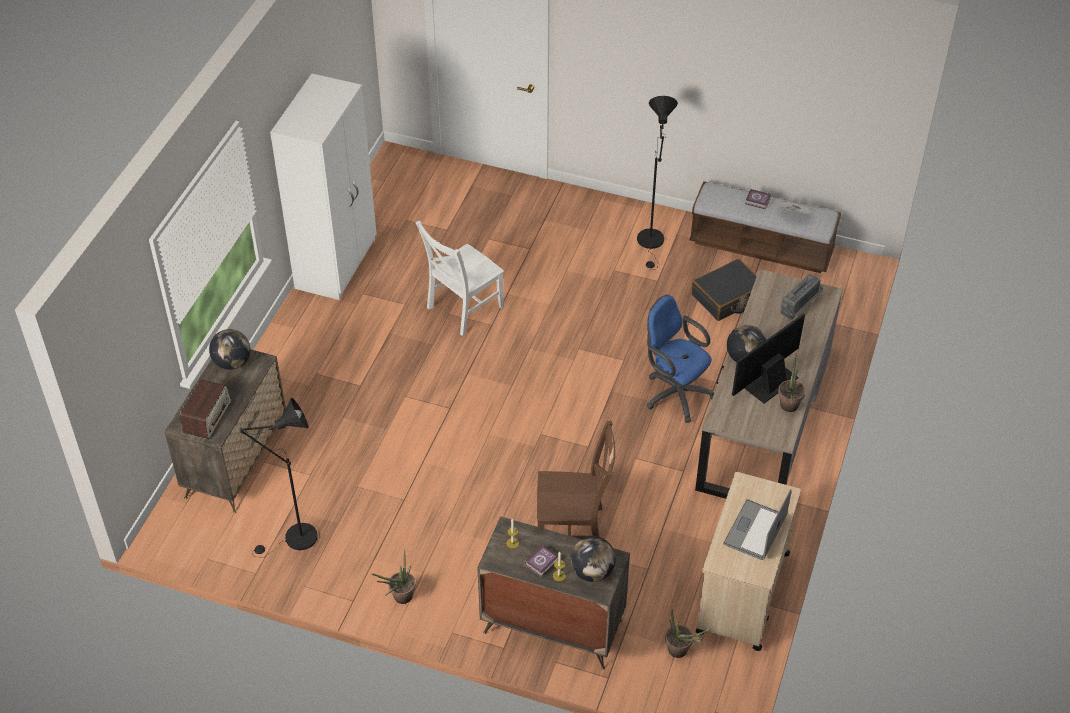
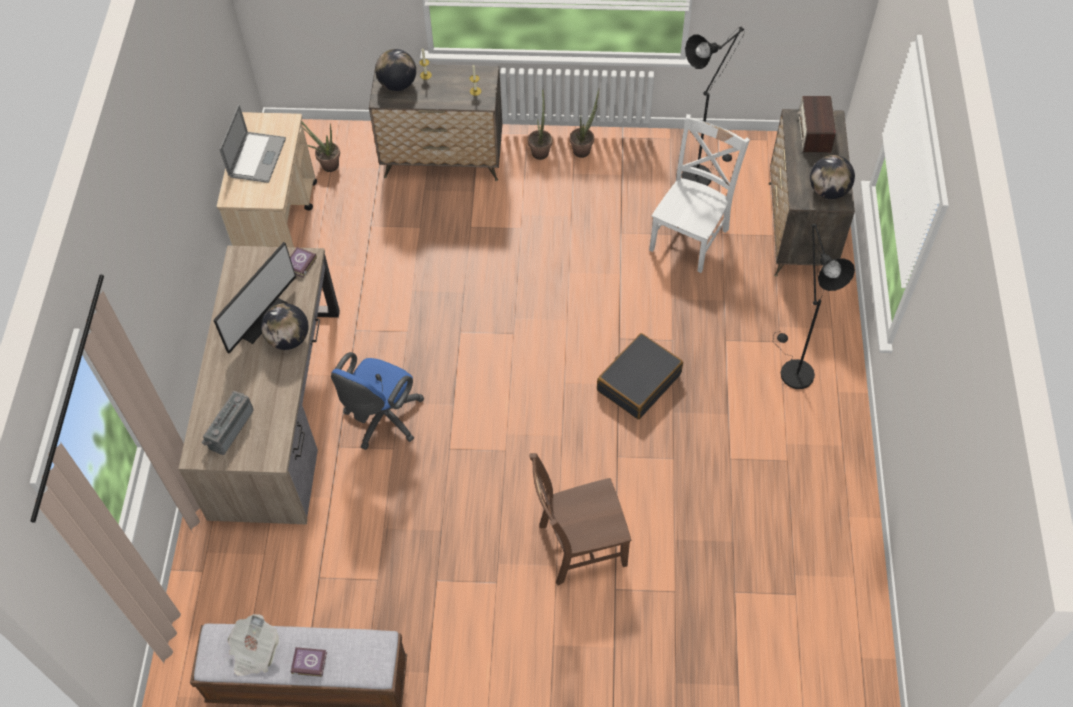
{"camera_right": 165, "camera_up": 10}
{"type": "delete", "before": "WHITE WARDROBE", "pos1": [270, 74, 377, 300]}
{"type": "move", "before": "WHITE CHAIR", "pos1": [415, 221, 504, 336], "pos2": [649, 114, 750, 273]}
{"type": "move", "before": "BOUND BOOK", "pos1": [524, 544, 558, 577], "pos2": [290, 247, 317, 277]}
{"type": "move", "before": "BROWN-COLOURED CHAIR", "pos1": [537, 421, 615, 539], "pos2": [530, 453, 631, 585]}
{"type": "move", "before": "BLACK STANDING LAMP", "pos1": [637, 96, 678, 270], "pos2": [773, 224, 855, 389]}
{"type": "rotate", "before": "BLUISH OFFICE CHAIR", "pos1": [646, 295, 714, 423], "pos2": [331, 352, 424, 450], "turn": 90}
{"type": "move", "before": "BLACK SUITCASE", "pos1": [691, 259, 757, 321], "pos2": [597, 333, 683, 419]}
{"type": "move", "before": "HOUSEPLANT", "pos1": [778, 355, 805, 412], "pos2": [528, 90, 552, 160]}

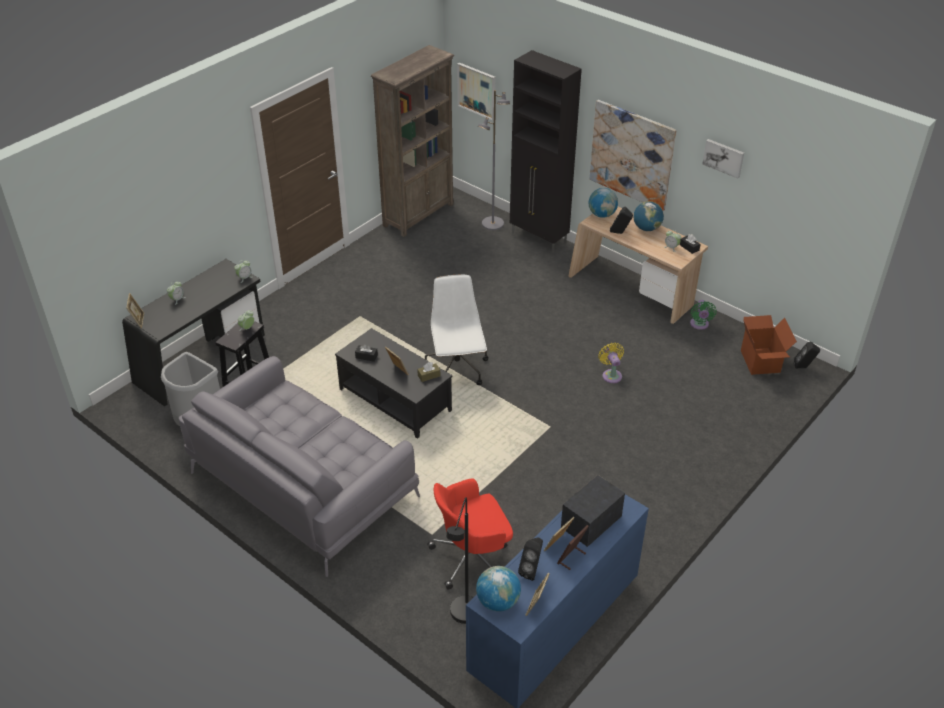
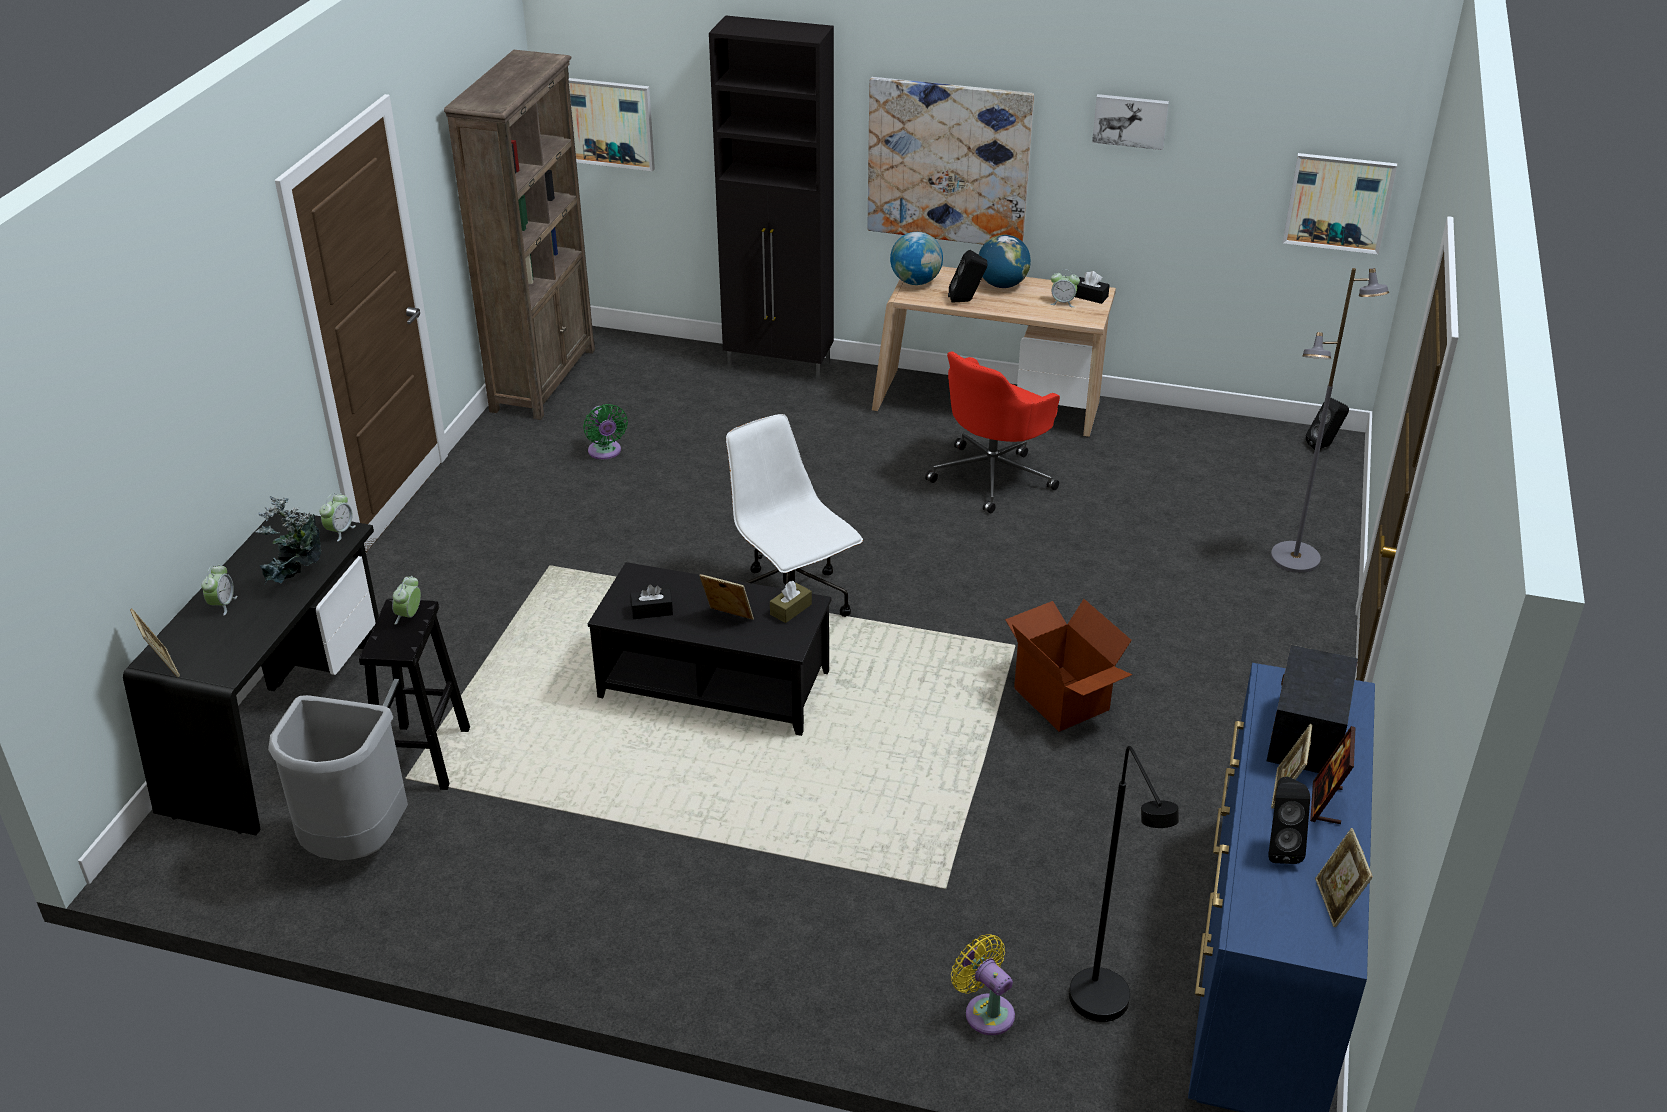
{"camera_right": -25, "camera_up": -5}
{"type": "delete", "before": "GRAY SETTEE", "pos1": [179, 356, 420, 577]}
{"type": "move", "before": "RED-COLOURED OFFICE CHAIR", "pos1": [428, 479, 513, 590], "pos2": [925, 352, 1060, 513]}
{"type": "delete", "before": "WORLD GLOBE", "pos1": [476, 566, 521, 612]}
{"type": "move", "before": "GRAY STANDING LAMP", "pos1": [478, 90, 510, 230], "pos2": [1271, 268, 1389, 573]}
{"type": "move", "before": "YELLOWISH FAN", "pos1": [598, 343, 624, 383], "pos2": [951, 934, 1015, 1035]}
{"type": "move", "before": "GREENISH FAN", "pos1": [690, 300, 716, 330], "pos2": [583, 404, 628, 459]}
{"type": "move", "before": "CARTON", "pos1": [741, 315, 797, 375], "pos2": [1005, 599, 1132, 732]}
{"type": "insert", "after": "HOUSEPLANT", "pos2": [255, 496, 321, 586]}
{"type": "insert", "after": "WALL PICTURE", "pos2": [1283, 153, 1397, 254]}

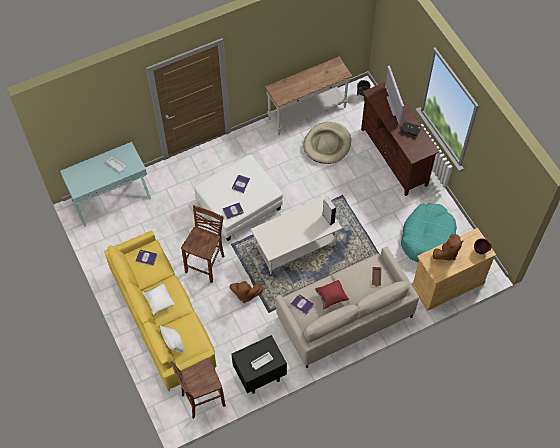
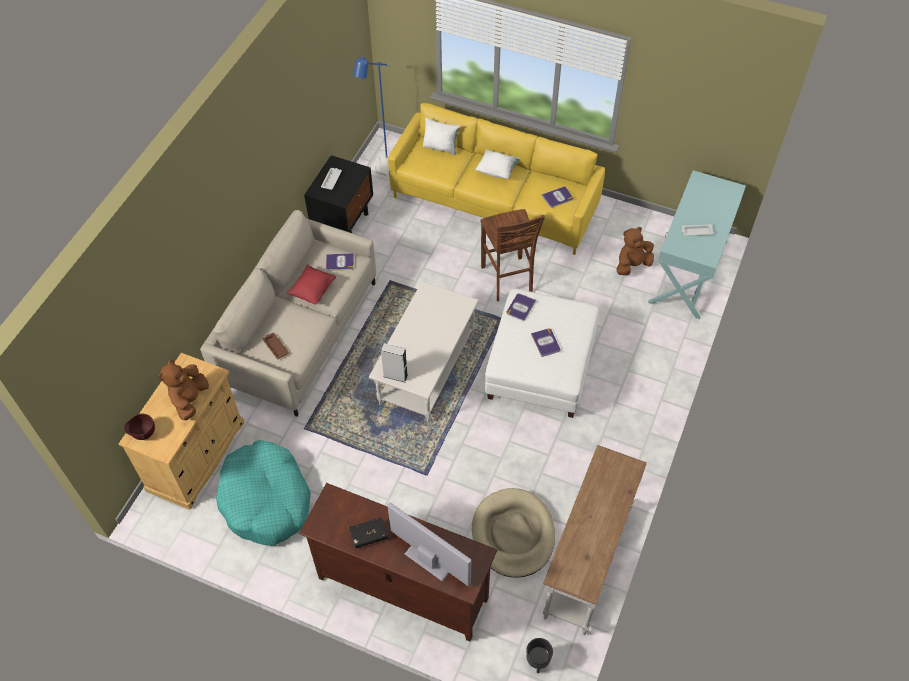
{"camera_right": 140, "camera_up": -5}
{"type": "replace", "before": "BROWN-COLOURED SITTING STOOL", "after": "BLUISH STANDING LAMP", "pos1": [170, 358, 226, 419], "pos2": [353, 55, 390, 176]}
{"type": "move", "before": "BROWN-COLOURED SOFT TOY", "pos1": [229, 281, 264, 303], "pos2": [617, 227, 654, 275]}

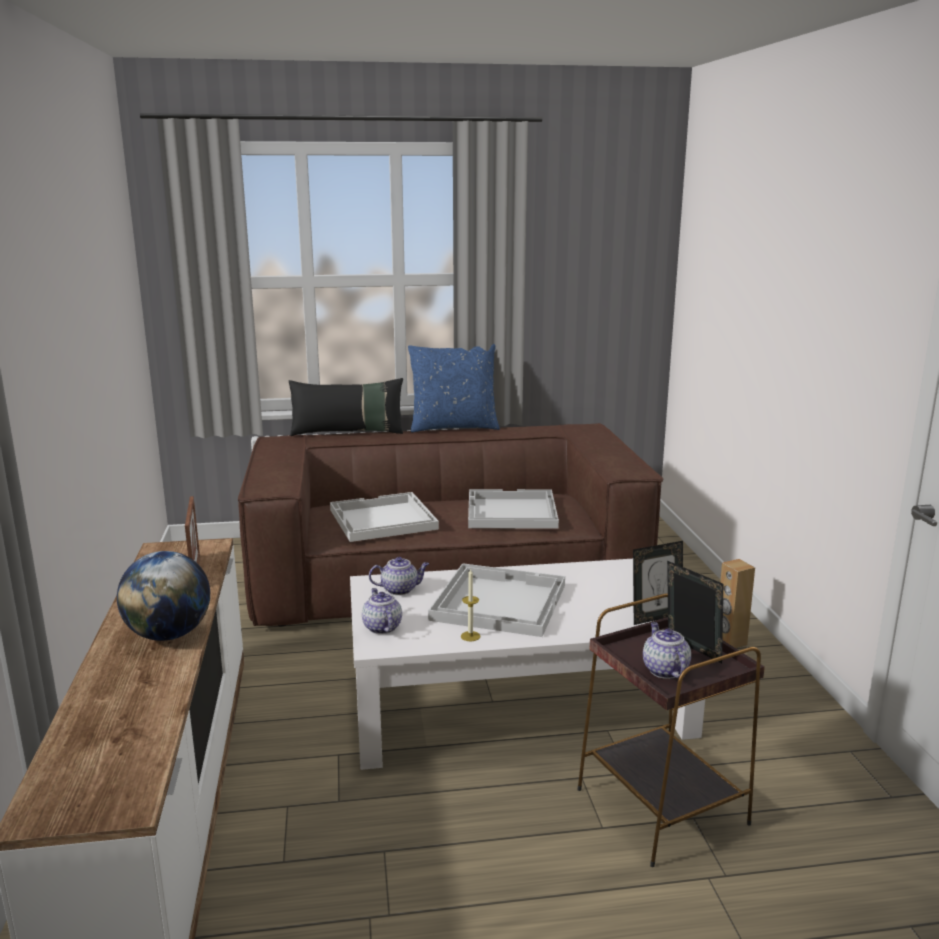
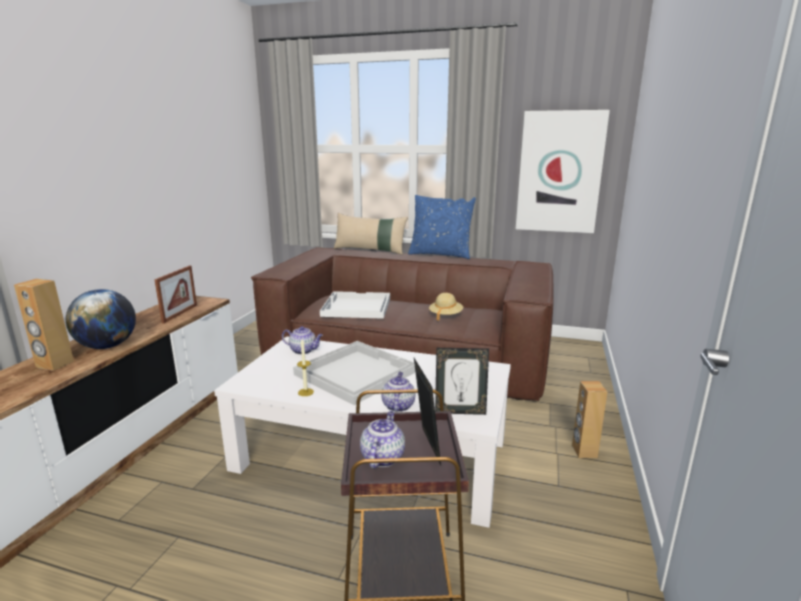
{"camera_right": 25, "camera_up": 0}
{"type": "recolor", "before": "BLACK CUSHION", "after": "BEIGE-COLOURED CUSHION", "pos1": [289, 378, 403, 436], "pos2": [334, 213, 408, 255]}
{"type": "move", "before": "POT FOR TEA", "pos1": [362, 588, 402, 634], "pos2": [381, 372, 415, 412]}
{"type": "replace", "before": "WHITE TRAY", "after": "BEIGE-COLOURED WEARABLE HAT", "pos1": [468, 489, 559, 529], "pos2": [429, 293, 463, 321]}
{"type": "insert", "after": "BROWN-COLOURED LOUDSPEAKER", "pos2": [14, 279, 74, 371]}
{"type": "insert", "after": "WALL PICTURE", "pos2": [515, 110, 610, 233]}

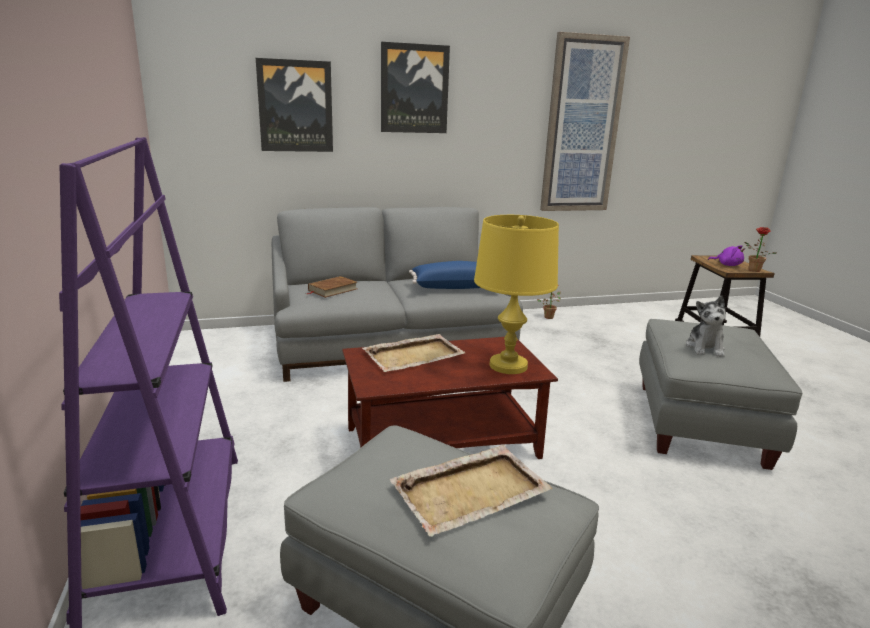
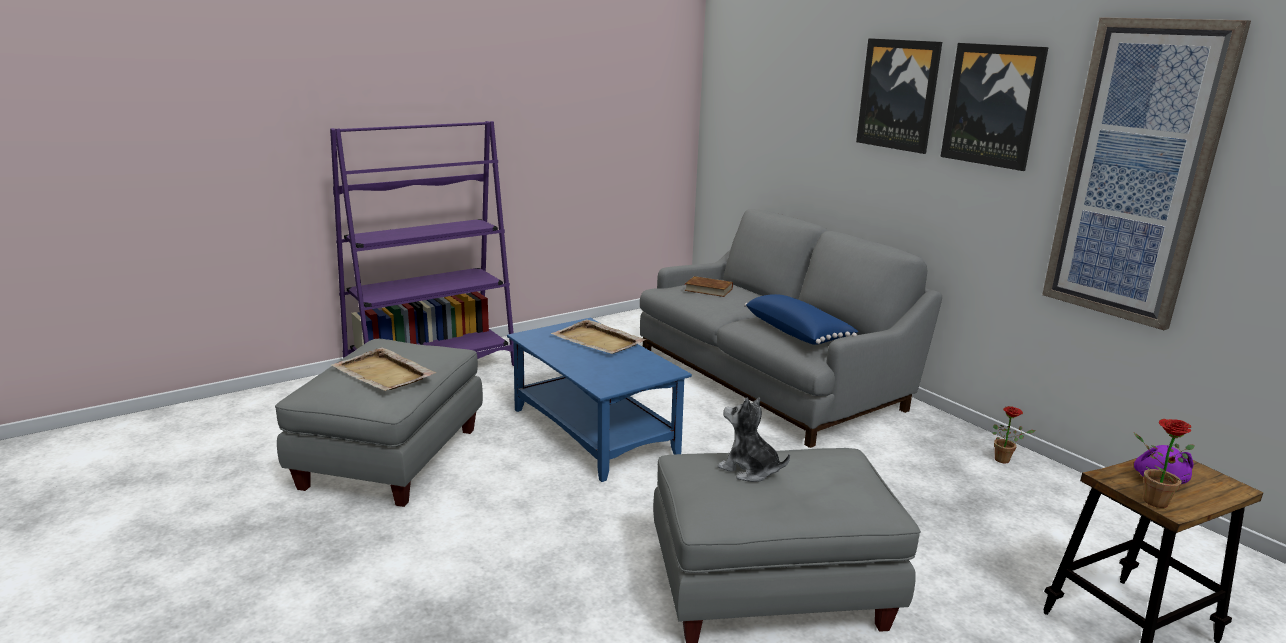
{"camera_right": 70, "camera_up": 0}
{"type": "move", "before": "WALL PICTURE", "pos1": [256, 58, 333, 152], "pos2": [940, 43, 1049, 171]}
{"type": "recolor", "before": "BROWN-COLOURED COFFEE TABLE", "after": "BLUISH COFFEE TABLE", "pos1": [342, 337, 558, 459], "pos2": [507, 318, 692, 482]}
{"type": "delete", "before": "YELLOWISH LAMP FOR A TABLE", "pos1": [474, 215, 559, 374]}
{"type": "rotate", "before": "SOFT TOY", "pos1": [686, 296, 726, 357], "pos2": [718, 397, 790, 482], "turn": 45}

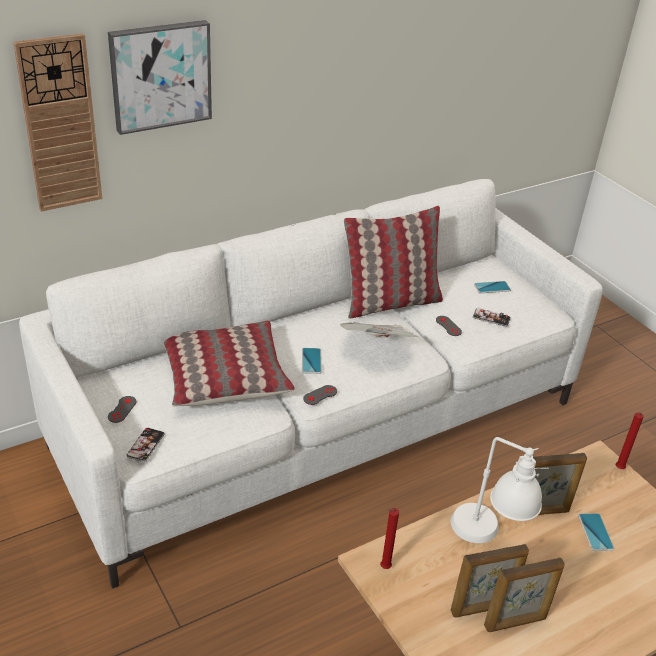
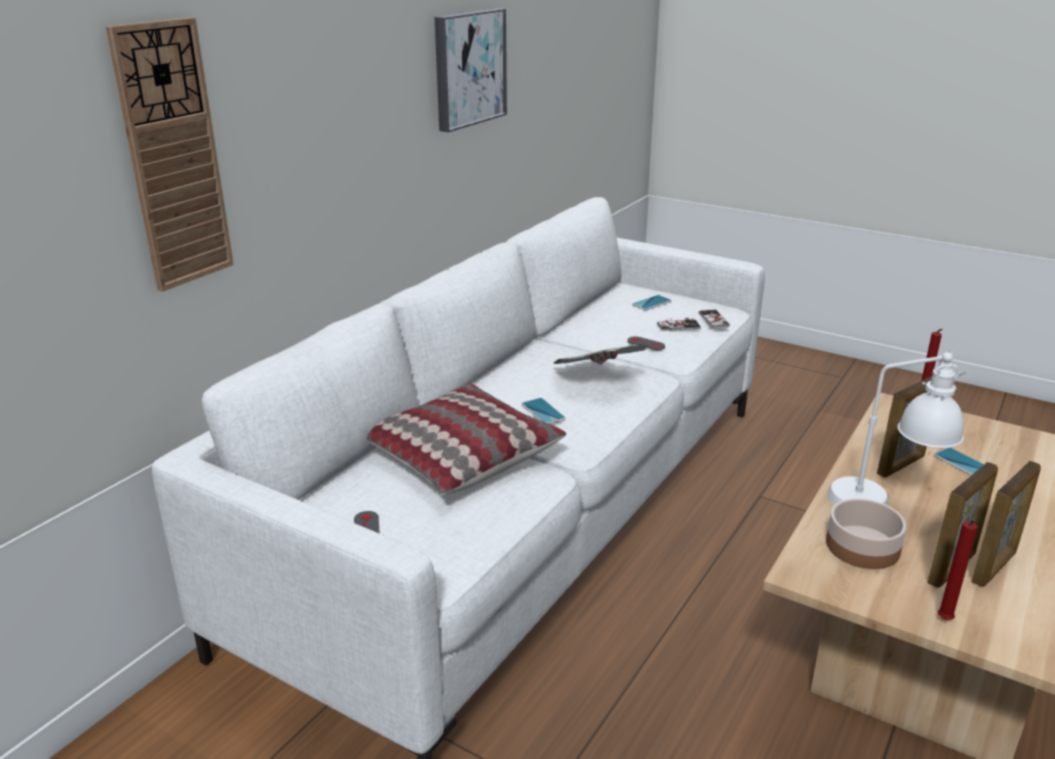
{"camera_right": -25, "camera_up": -10}
{"type": "move", "before": "WALL PICTURE", "pos1": [108, 20, 212, 135], "pos2": [435, 8, 507, 132]}
{"type": "move", "before": "HANDSET", "pos1": [126, 428, 165, 462], "pos2": [698, 309, 730, 328]}
{"type": "delete", "before": "GRAY GAME CONTROLLER", "pos1": [303, 385, 337, 405]}
{"type": "delete", "before": "CUSHION", "pos1": [344, 206, 443, 319]}
{"type": "move", "before": "RED-COLOURED WAX LIGHT", "pos1": [380, 508, 399, 569], "pos2": [938, 520, 978, 620]}
{"type": "insert", "after": "BOWL", "pos2": [826, 499, 907, 569]}

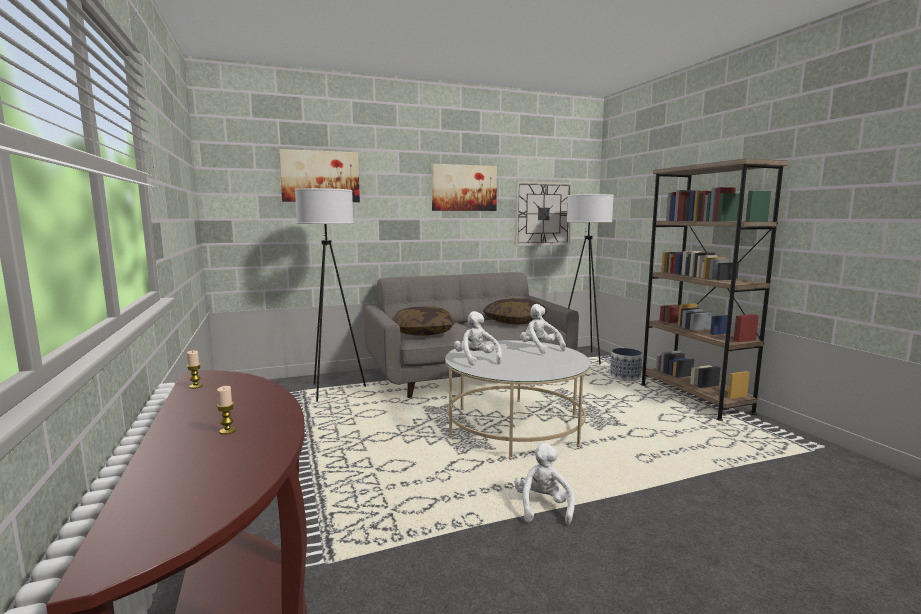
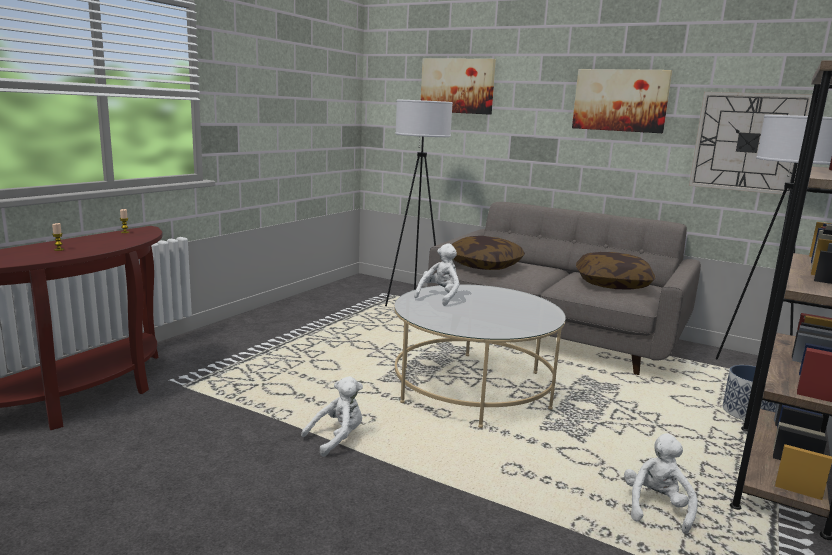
{"camera_right": 50, "camera_up": 5}
{"type": "move", "before": "WHITE SOFT TOY", "pos1": [520, 304, 566, 354], "pos2": [624, 433, 698, 534]}

